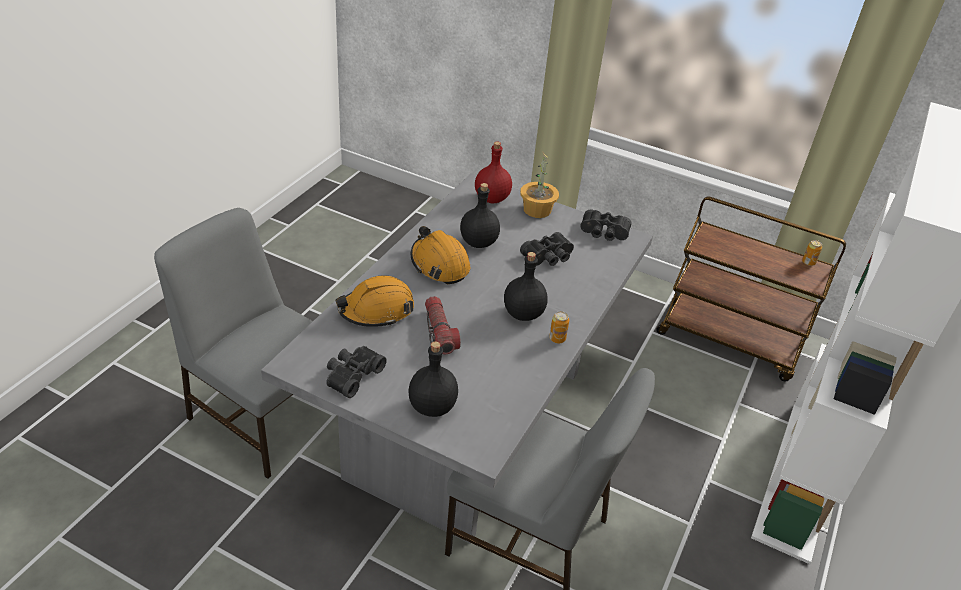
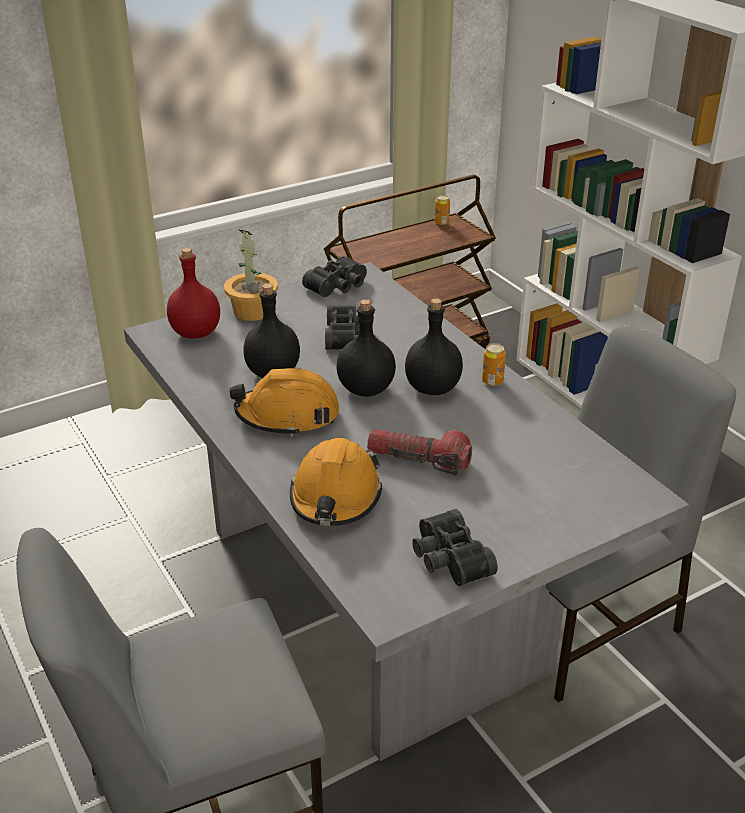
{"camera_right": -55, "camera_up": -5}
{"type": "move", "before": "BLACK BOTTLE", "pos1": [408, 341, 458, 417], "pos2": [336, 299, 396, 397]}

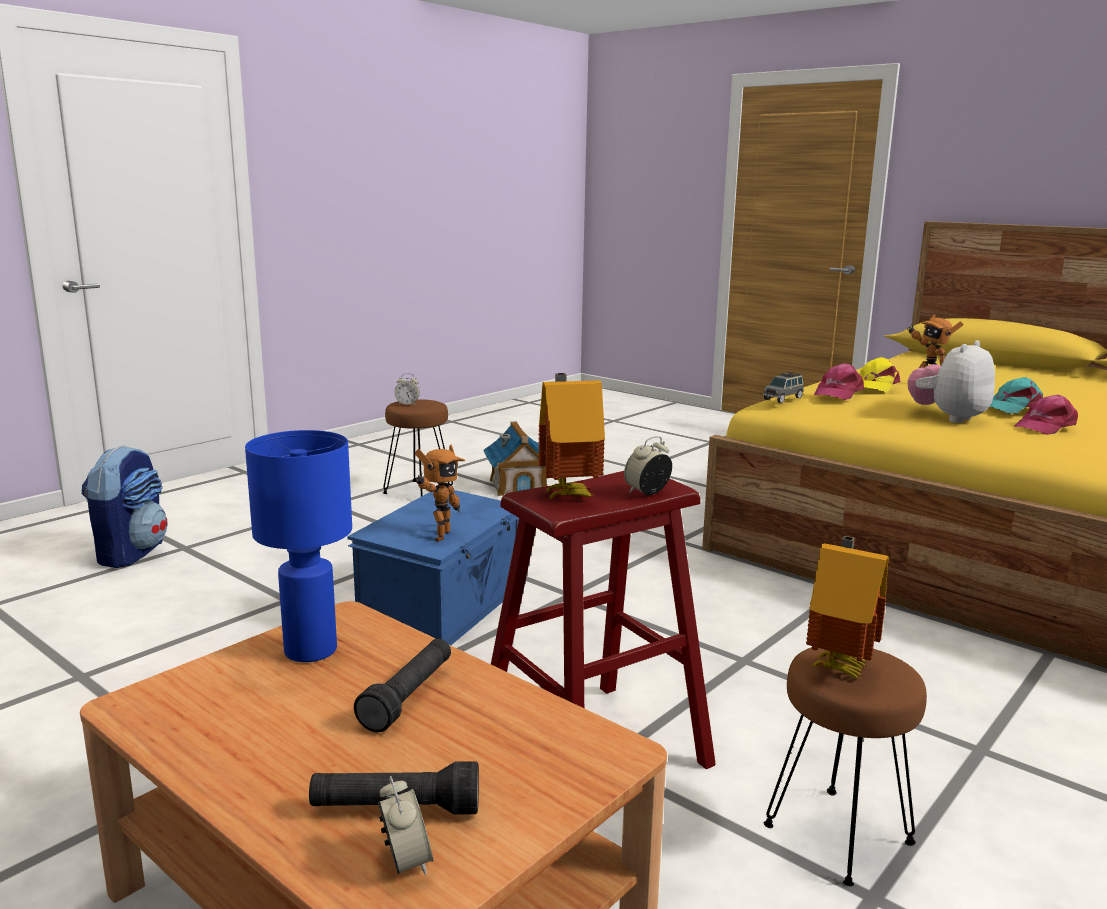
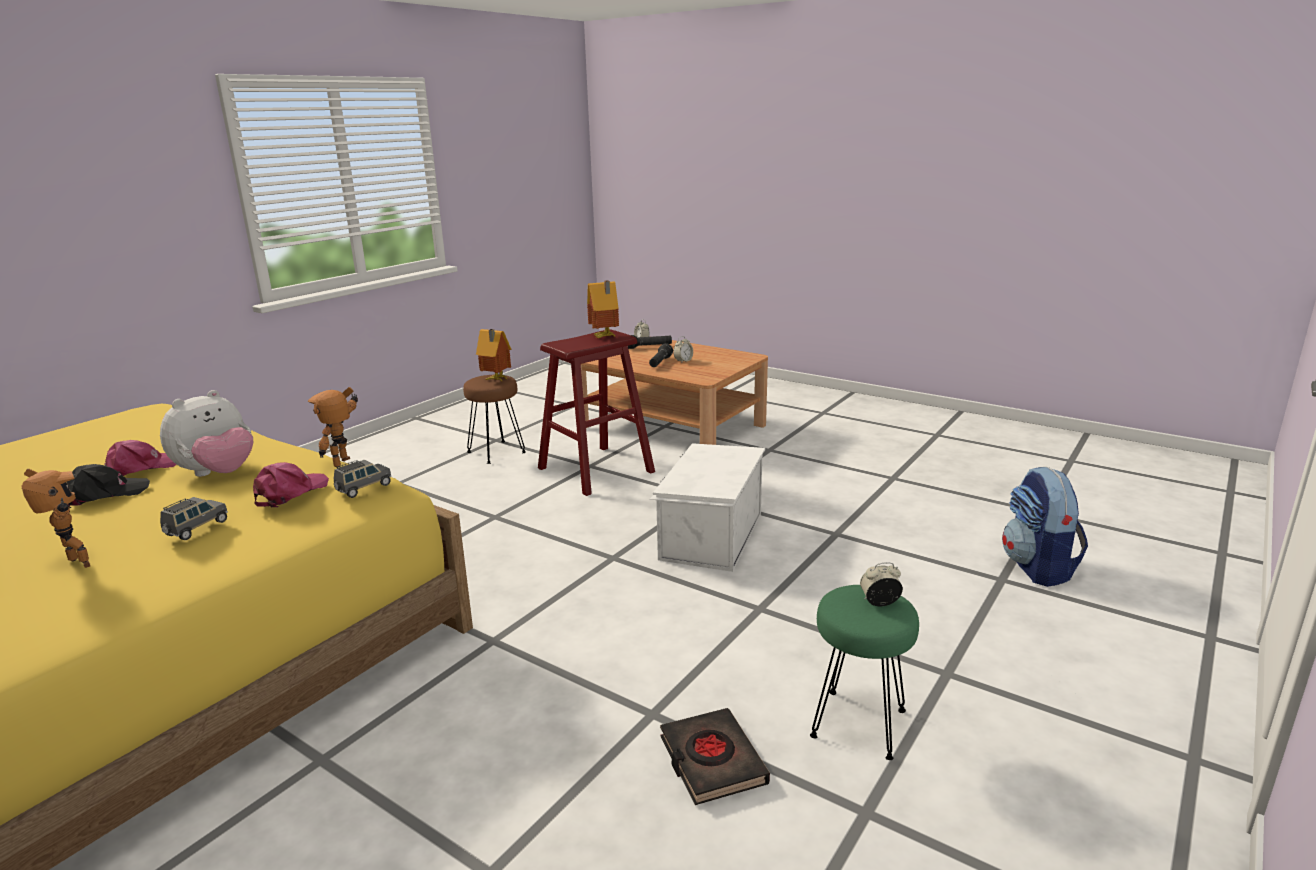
{"camera_right": 175, "camera_up": 5}
{"type": "delete", "before": "BLUISH LAMP FOR A TABLE", "pos1": [245, 430, 352, 662]}
{"type": "recolor", "before": "BLUISH STORAGE BIN", "after": "WHITE STORAGE BIN", "pos1": [347, 490, 519, 645], "pos2": [650, 443, 765, 572]}
{"type": "recolor", "before": "BROWN-COLOURED SITTING STOOL", "after": "GREENISH SITTING STOOL", "pos1": [383, 399, 453, 497], "pos2": [810, 585, 919, 760]}
{"type": "move", "before": "ROBOT FIGURE", "pos1": [415, 445, 465, 542], "pos2": [307, 387, 358, 467]}
{"type": "replace", "before": "MINIATURE HOUSE", "after": "BLACK BOUND BOOK", "pos1": [483, 421, 547, 496], "pos2": [660, 708, 770, 805]}
{"type": "move", "before": "BEDSIDE CLOCK", "pos1": [624, 436, 672, 495], "pos2": [673, 336, 693, 363]}
{"type": "replace", "before": "YELLOWISH PEAKED CAP", "after": "GRAY MINIATURE CAR", "pos1": [860, 357, 900, 392], "pos2": [160, 497, 228, 540]}
{"type": "recolor", "before": "BLUE-GREEN PEAKED CAP", "after": "BLACK PEAKED CAP", "pos1": [990, 377, 1043, 414], "pos2": [67, 464, 150, 508]}

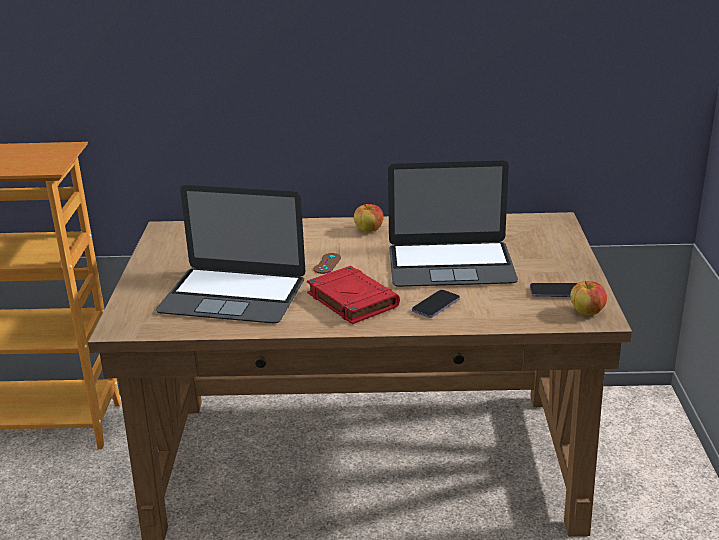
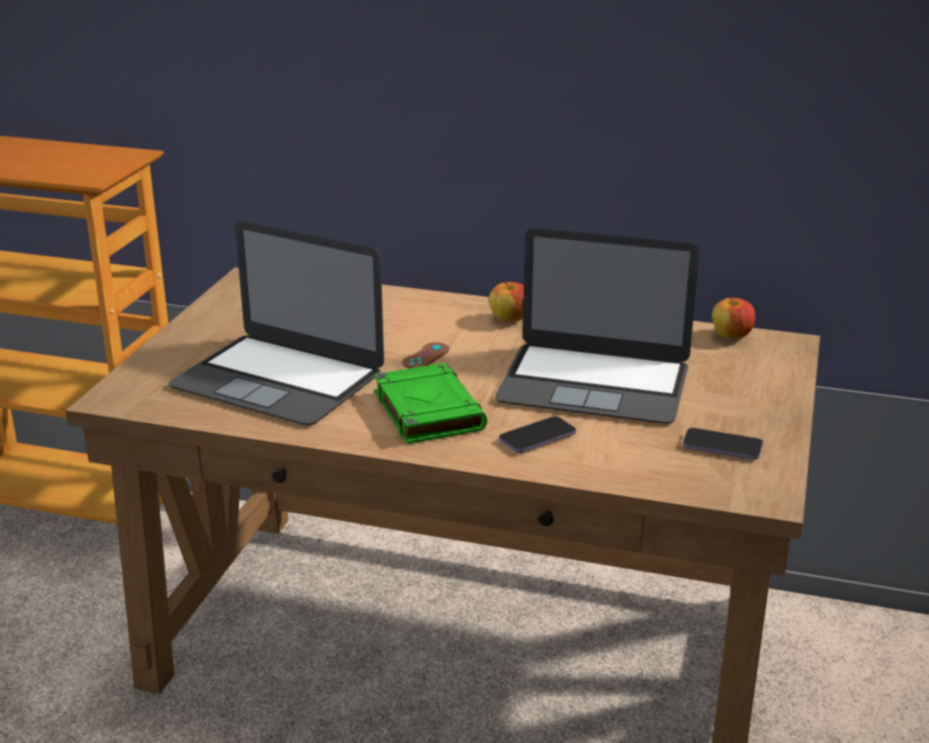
{"camera_right": 15, "camera_up": 0}
{"type": "recolor", "before": "RED-COLOURED BOUND BOOK", "after": "GREENISH BOUND BOOK", "pos1": [307, 266, 400, 324], "pos2": [374, 363, 487, 444]}
{"type": "move", "before": "WHOLE APPLE", "pos1": [570, 281, 607, 315], "pos2": [712, 296, 755, 340]}

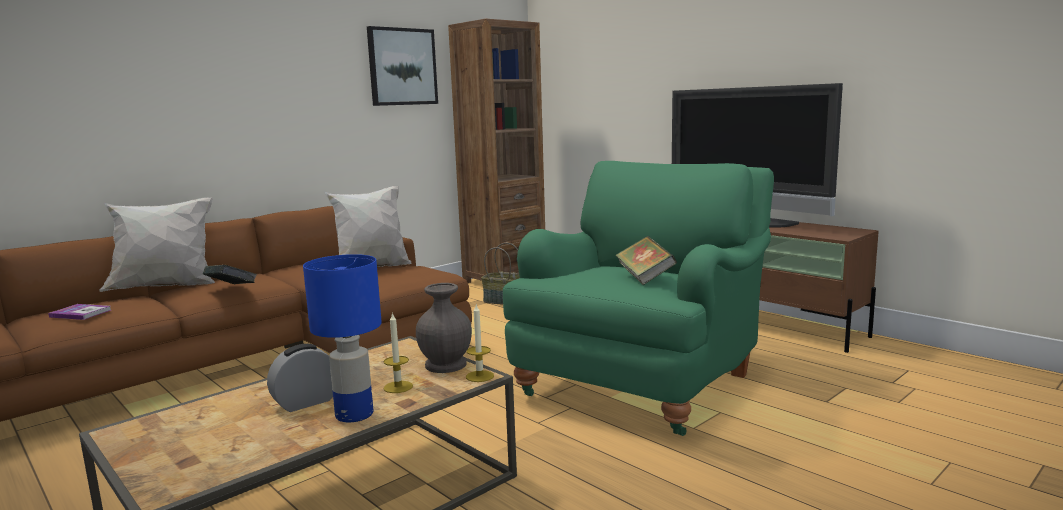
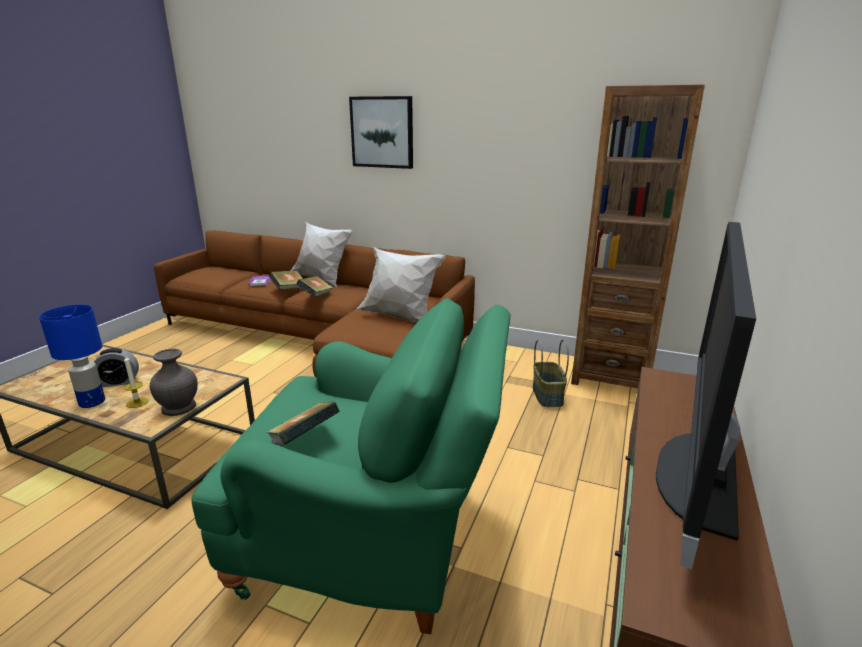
{"camera_right": 65, "camera_up": 10}
{"type": "rotate", "before": "BEDSIDE CLOCK", "pos1": [267, 344, 333, 412], "pos2": [94, 348, 139, 387], "turn": 135}
{"type": "move", "before": "WALL PICTURE", "pos1": [367, 26, 438, 106], "pos2": [349, 96, 413, 169]}
{"type": "delete", "before": "WAX LIGHT", "pos1": [466, 305, 494, 382]}
{"type": "insert", "after": "BOUND BOOK", "pos2": [269, 270, 303, 290]}

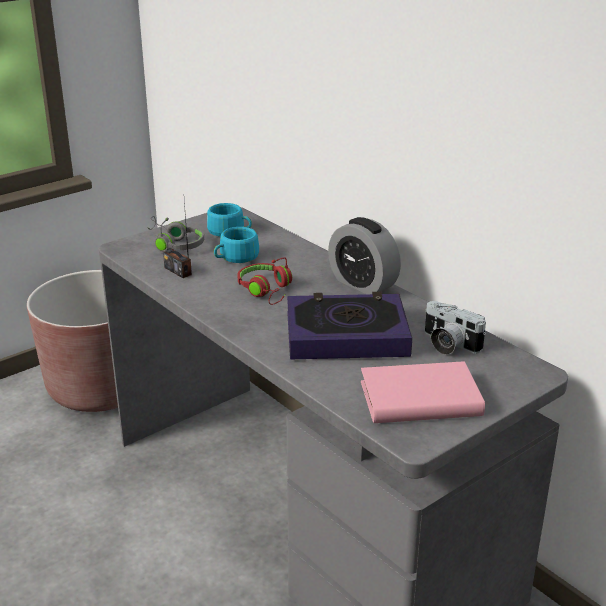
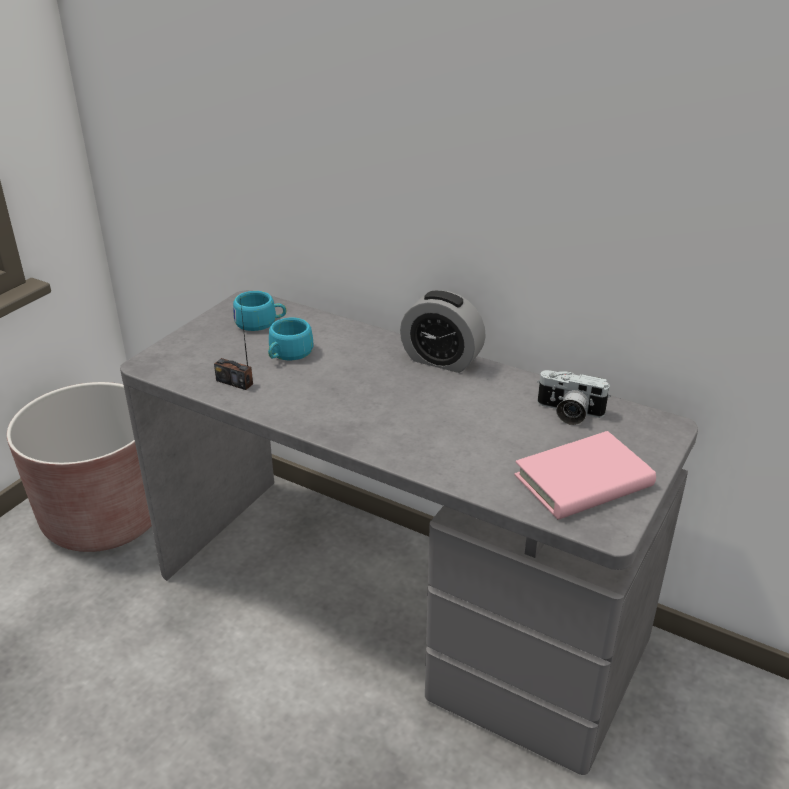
{"camera_right": -20, "camera_up": 5}
{"type": "delete", "before": "GRAY PAIR OF HEADPHONES", "pos1": [147, 216, 204, 252]}
{"type": "delete", "before": "RED-COLOURED PAIR OF HEADPHONES", "pos1": [238, 257, 292, 305]}
{"type": "delete", "before": "BOUND BOOK", "pos1": [287, 292, 412, 359]}

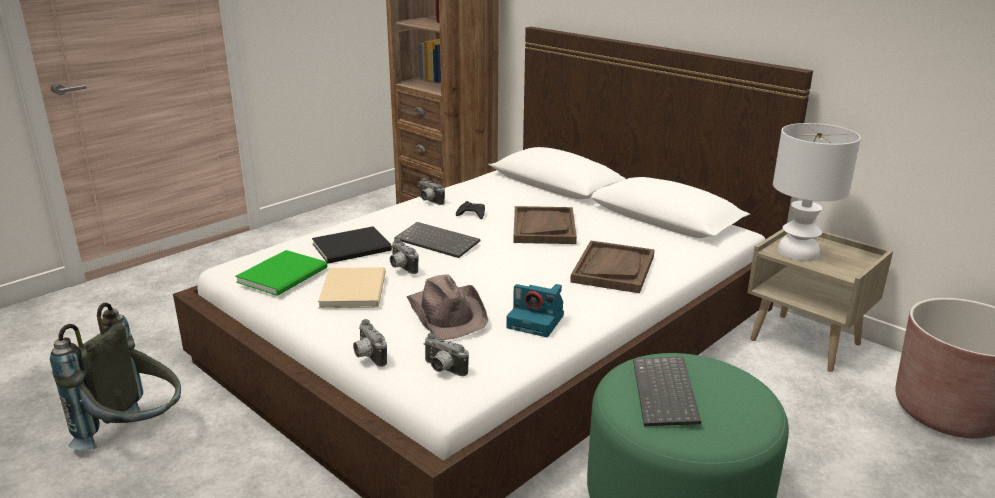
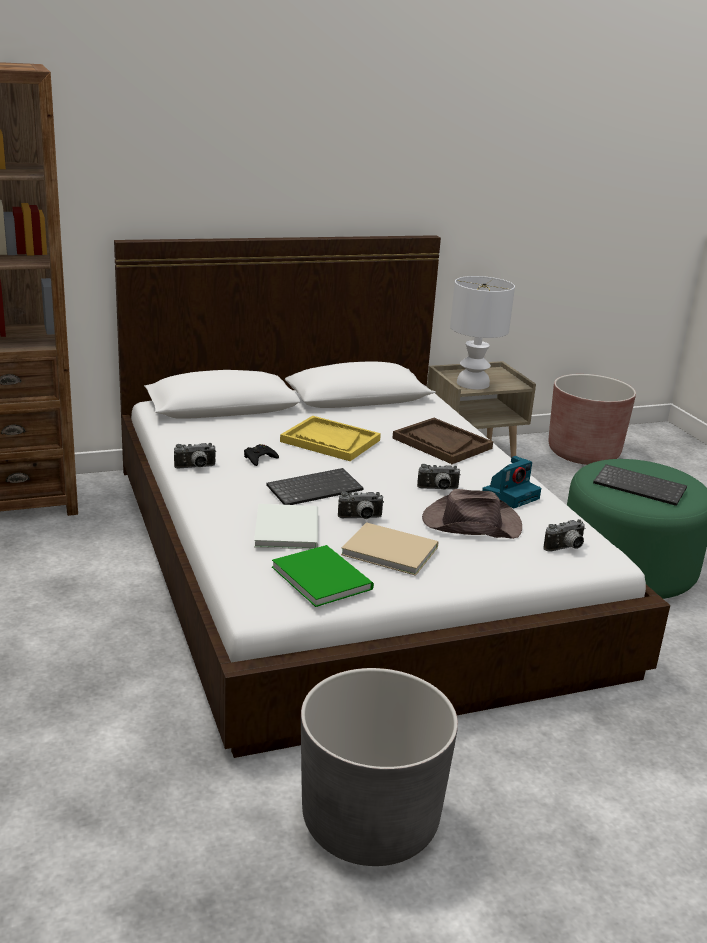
{"camera_right": -65, "camera_up": 0}
{"type": "replace", "before": "GRAY RUCKSACK", "after": "GRAY PLANTER", "pos1": [50, 302, 181, 450], "pos2": [301, 668, 458, 866]}
{"type": "recolor", "before": "BLACK BOUND BOOK", "after": "WHITE BOUND BOOK", "pos1": [312, 226, 392, 264], "pos2": [254, 504, 318, 549]}
{"type": "move", "before": "PHOTO CAMERA", "pos1": [353, 319, 387, 367], "pos2": [417, 464, 461, 490]}
{"type": "recolor", "before": "BROWN-COLOURED TRAY", "after": "YELLOWISH TRAY", "pos1": [513, 206, 577, 244], "pos2": [280, 416, 381, 461]}

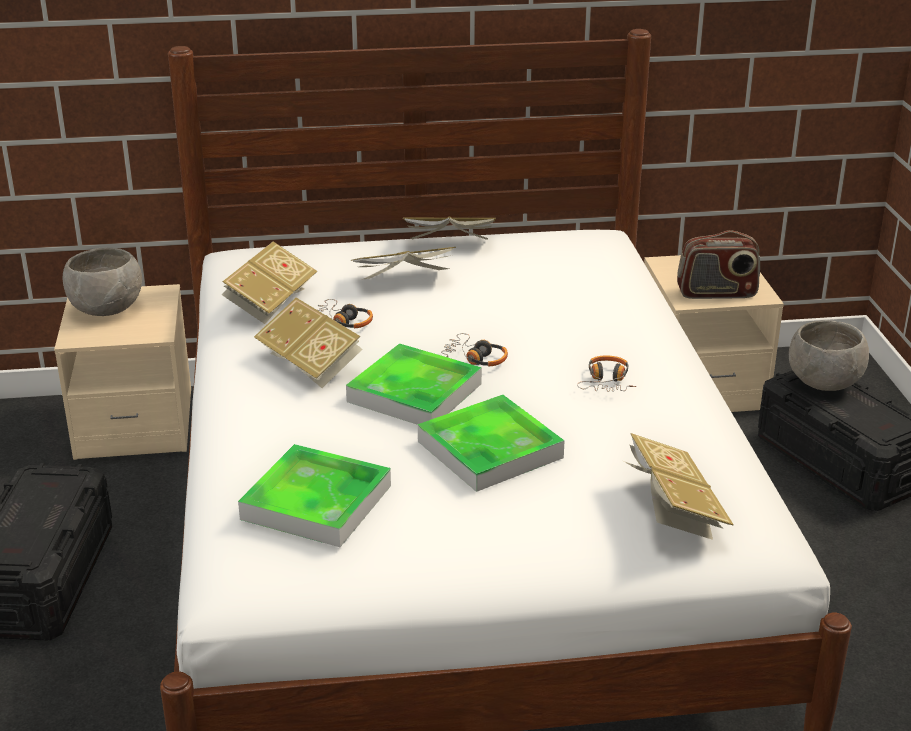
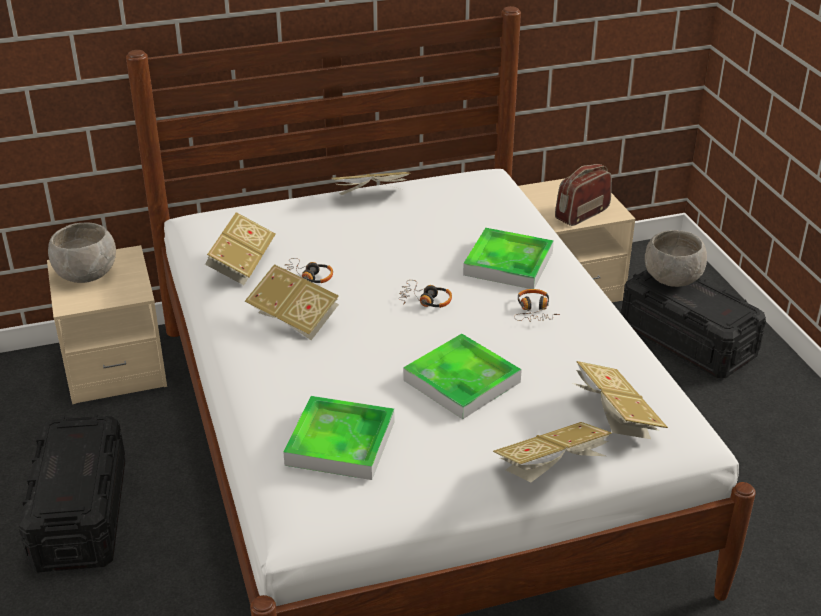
{"camera_right": -10, "camera_up": 5}
{"type": "move", "before": "TRAY", "pos1": [346, 343, 482, 425], "pos2": [463, 228, 554, 289]}
{"type": "move", "before": "BOUND BOOK", "pos1": [351, 247, 456, 279], "pos2": [493, 422, 612, 482]}
{"type": "rotate", "before": "RADIO", "pos1": [677, 230, 760, 299], "pos2": [555, 164, 612, 226], "turn": 150}

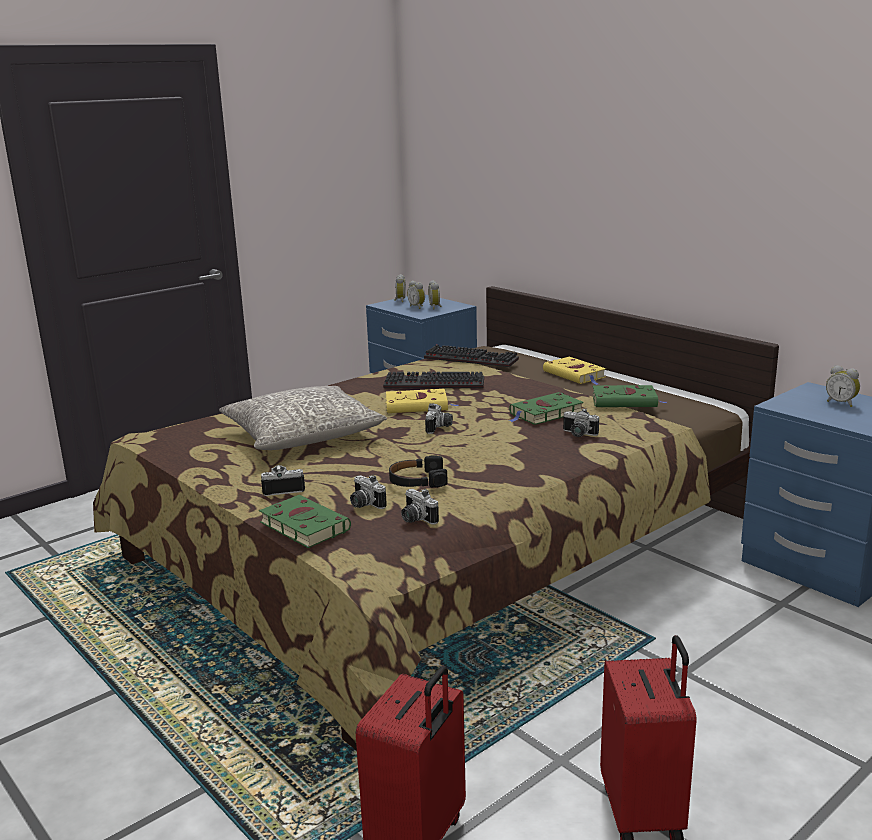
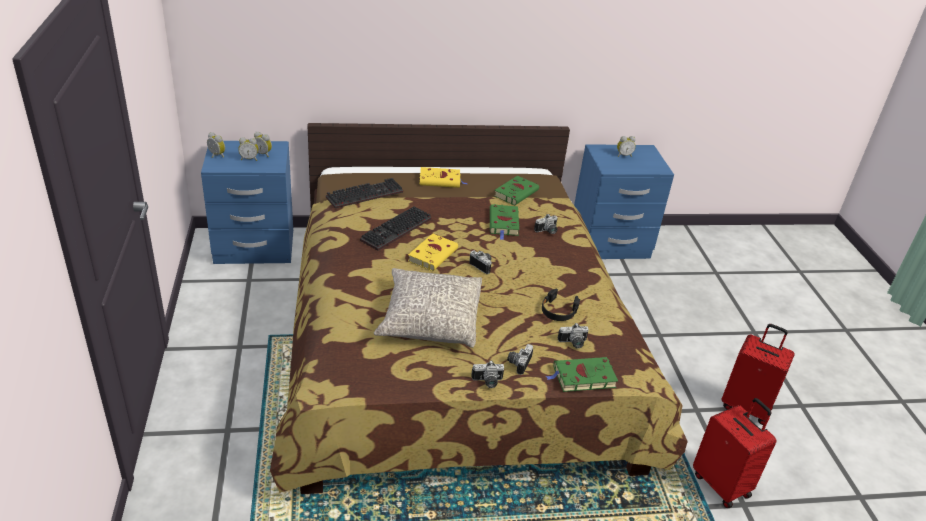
{"camera_right": -60, "camera_up": 15}
{"type": "move", "before": "PHOTO CAMERA", "pos1": [401, 489, 439, 525], "pos2": [471, 361, 504, 388]}

